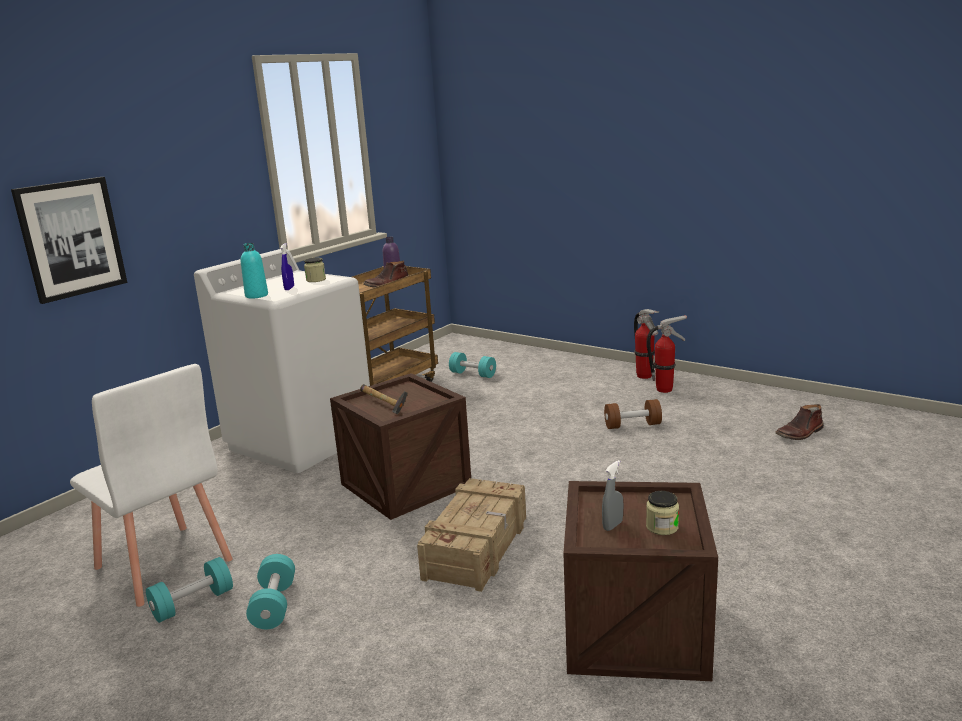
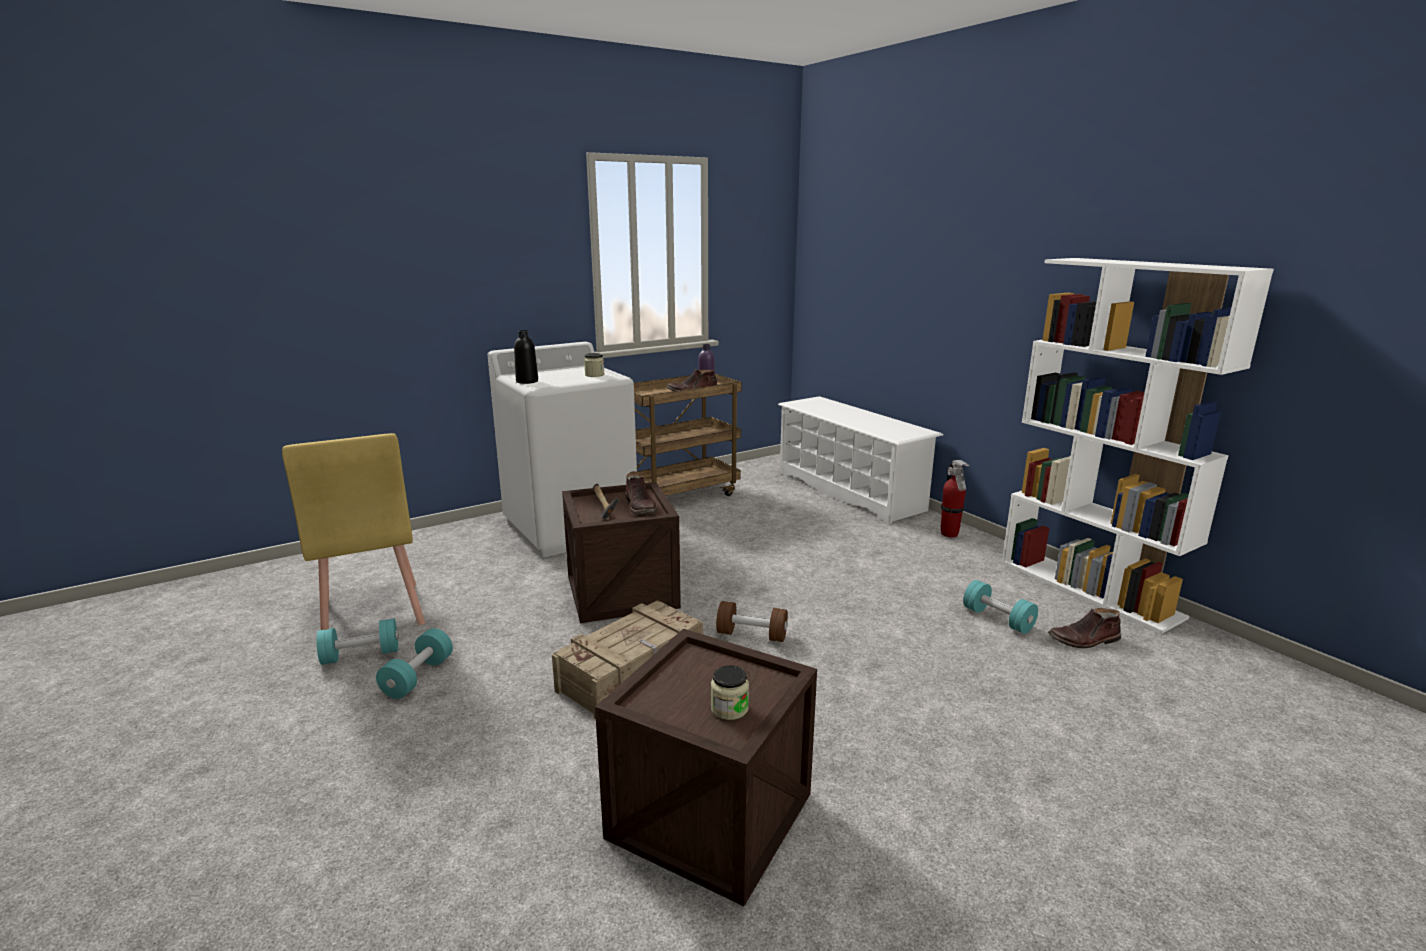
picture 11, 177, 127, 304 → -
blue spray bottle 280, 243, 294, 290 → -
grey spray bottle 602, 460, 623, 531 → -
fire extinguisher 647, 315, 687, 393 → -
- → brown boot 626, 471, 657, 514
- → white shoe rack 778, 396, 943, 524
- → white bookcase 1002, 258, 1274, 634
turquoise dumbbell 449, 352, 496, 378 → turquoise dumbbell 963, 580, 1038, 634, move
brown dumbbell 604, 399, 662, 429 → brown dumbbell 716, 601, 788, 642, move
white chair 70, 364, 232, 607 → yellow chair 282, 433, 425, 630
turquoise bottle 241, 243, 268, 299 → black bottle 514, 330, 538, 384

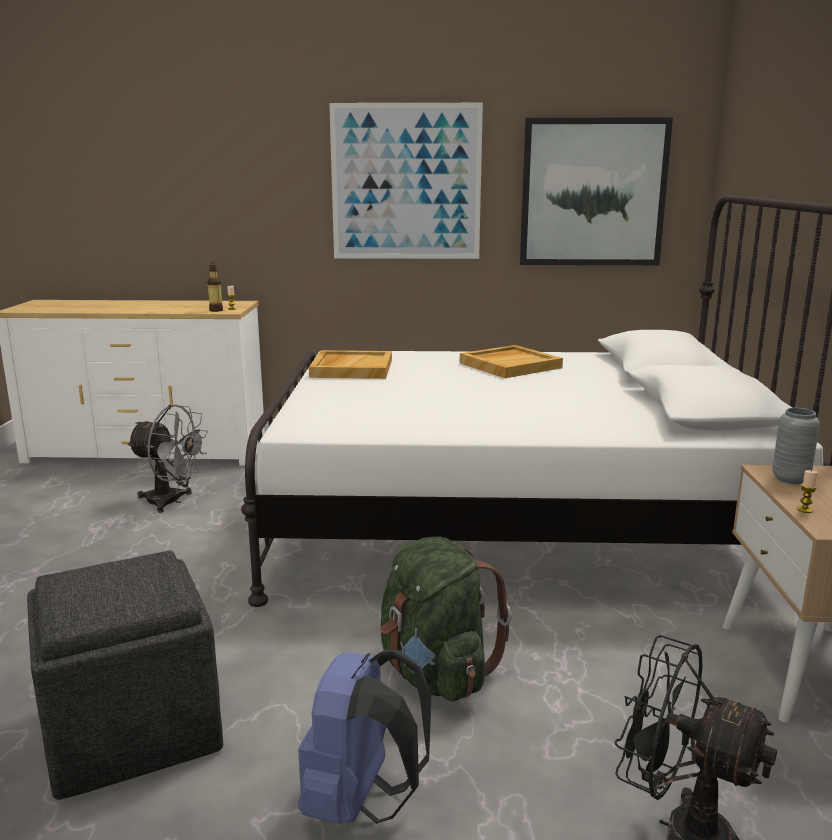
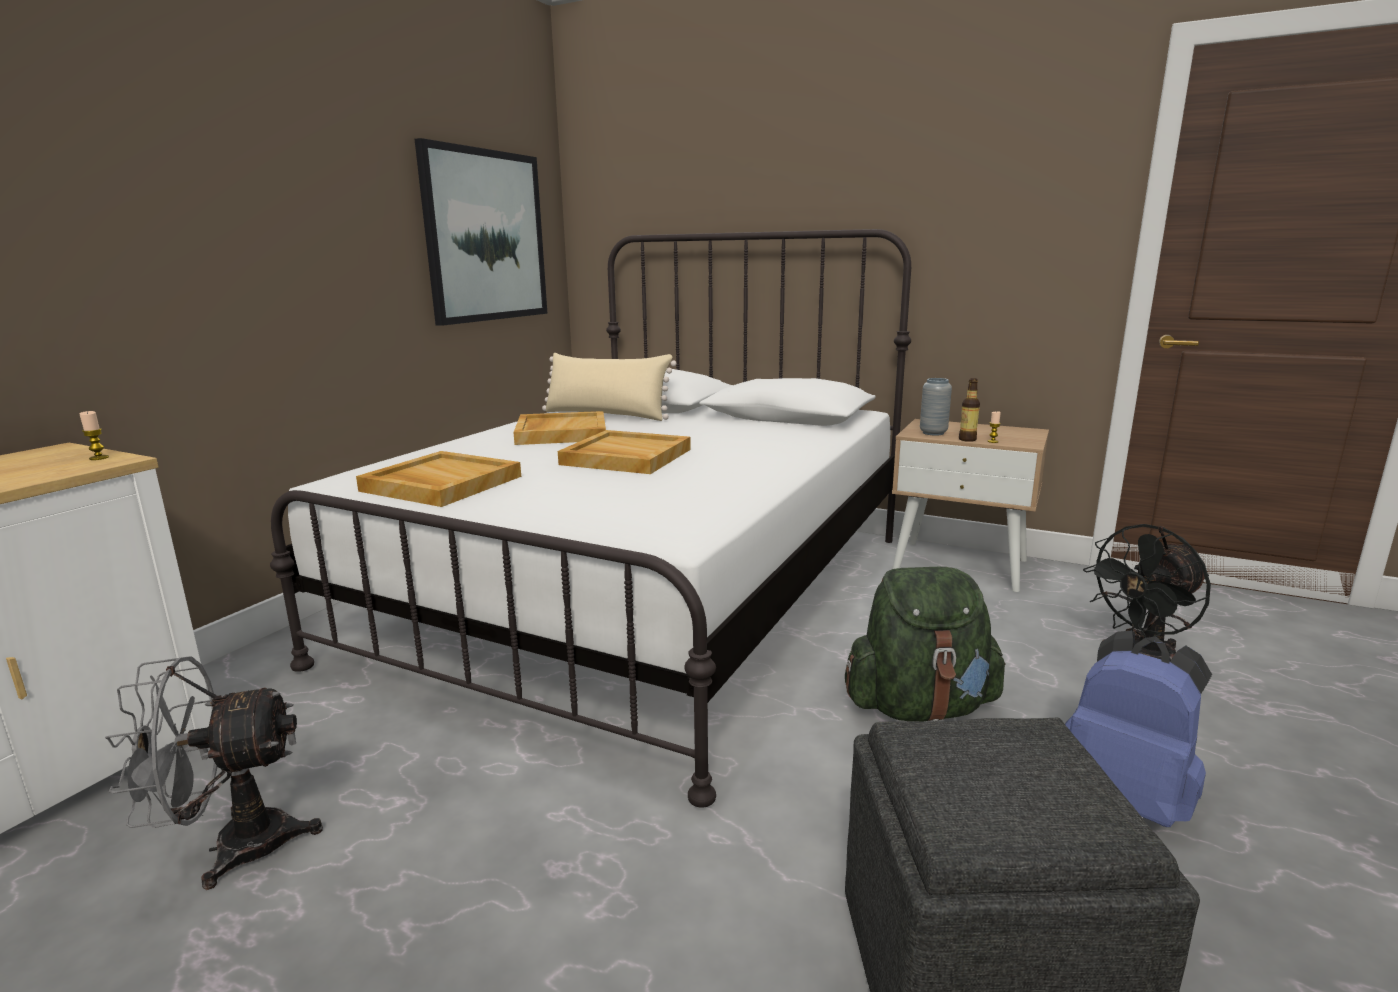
picture 329, 103, 483, 259 → -
- → beige pillow 542, 353, 677, 421
- → beige tray 558, 430, 691, 474
bottle 208, 263, 223, 312 → bottle 959, 378, 980, 442, move
grey fan 127, 405, 208, 513 → grey fan 105, 657, 323, 890, 150 degrees counterclockwise

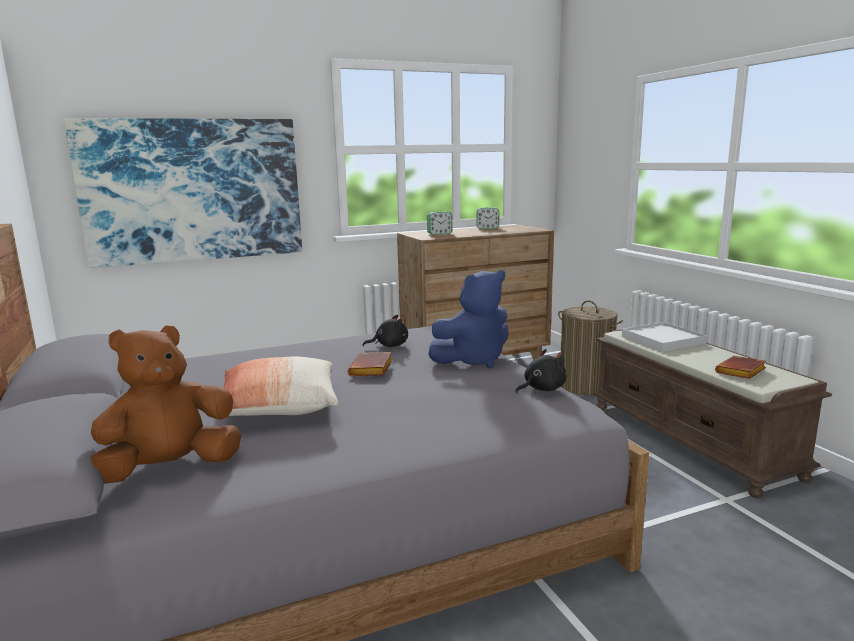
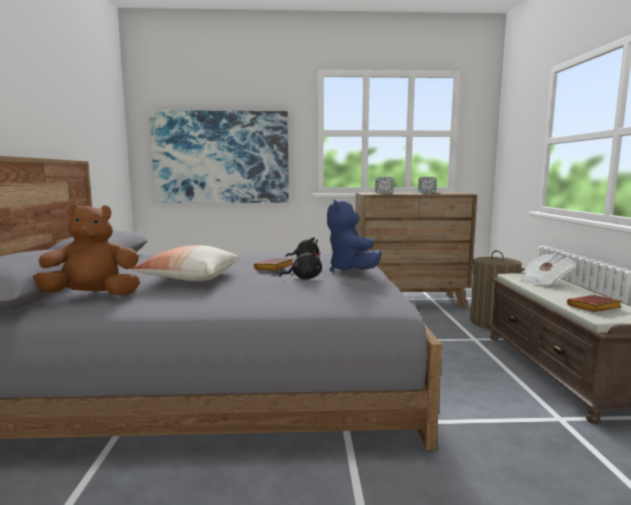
black plush toy 516, 349, 566, 393 → black plush toy 279, 250, 322, 279, move
white tray 622, 322, 707, 352 → newspaper 520, 253, 575, 285
blue plush toy 428, 270, 509, 368 → blue plush toy 327, 199, 381, 272, 90 degrees clockwise

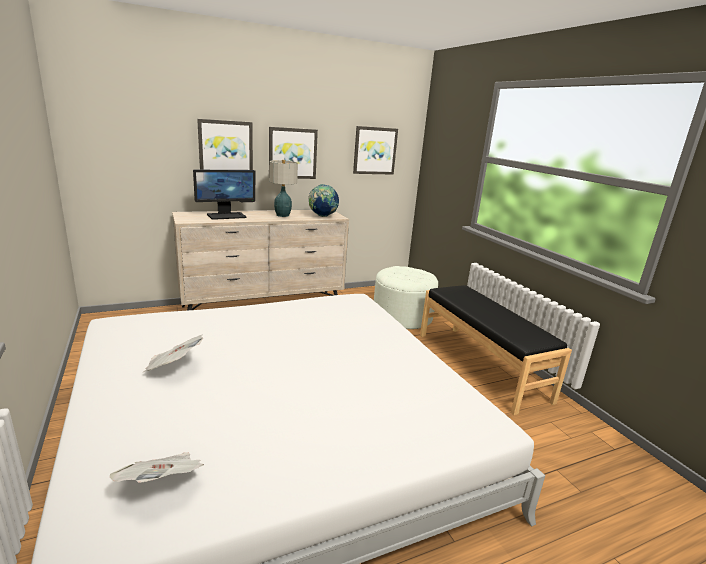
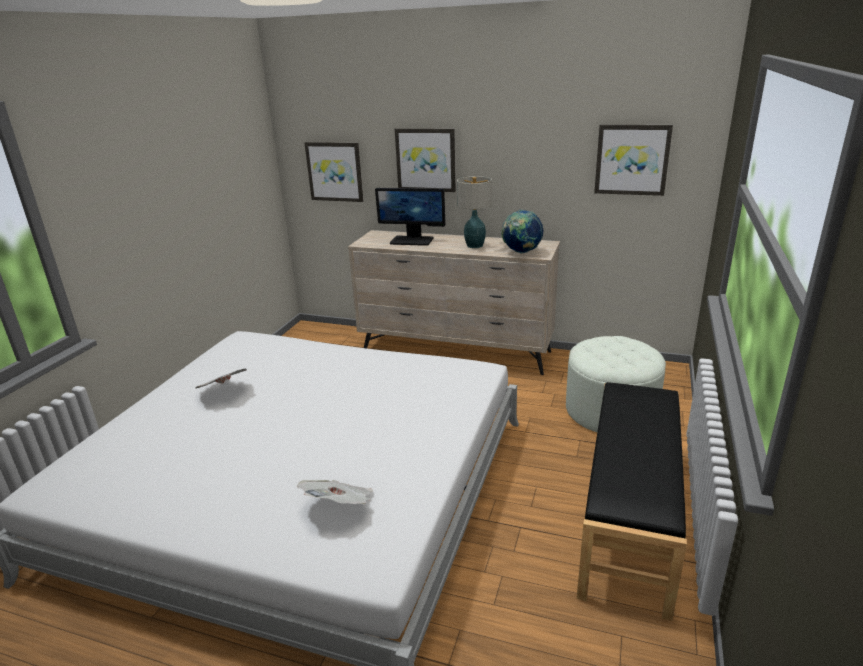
newspaper 109, 453, 204, 483 → newspaper 297, 480, 373, 504, move
picture 269, 127, 318, 179 → picture 304, 142, 363, 202, move

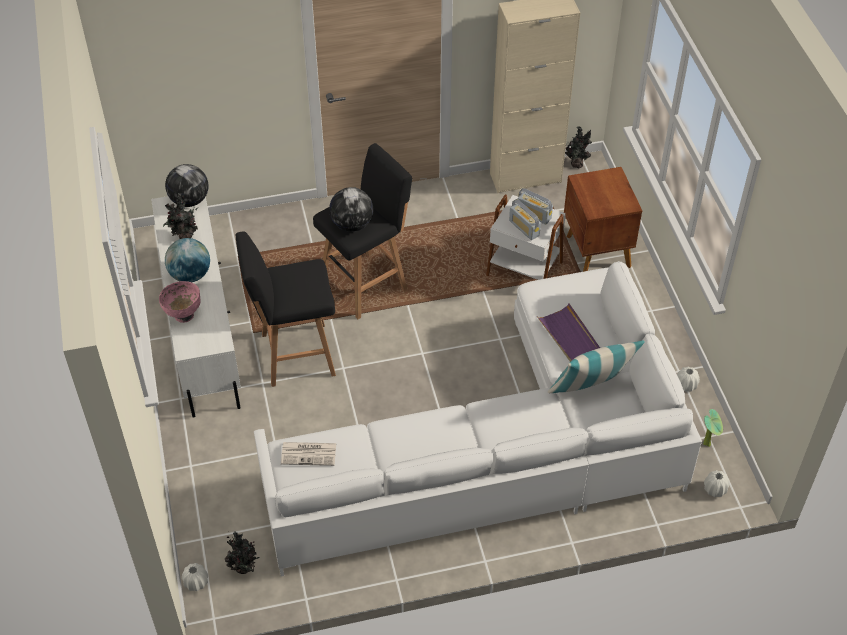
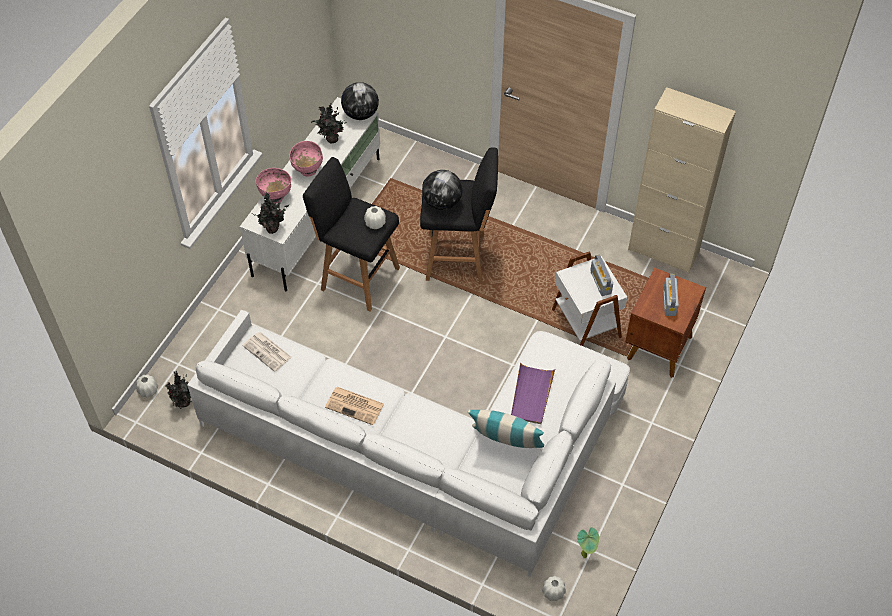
- → newspaper 325, 387, 384, 425
radio 509, 199, 541, 240 → radio 663, 274, 679, 316, move
potted plant 565, 126, 592, 168 → potted plant 252, 193, 289, 234, move
white vase 677, 367, 700, 392 → white vase 364, 206, 386, 229, move
globe 165, 238, 210, 282 → pink bowl 289, 141, 323, 177

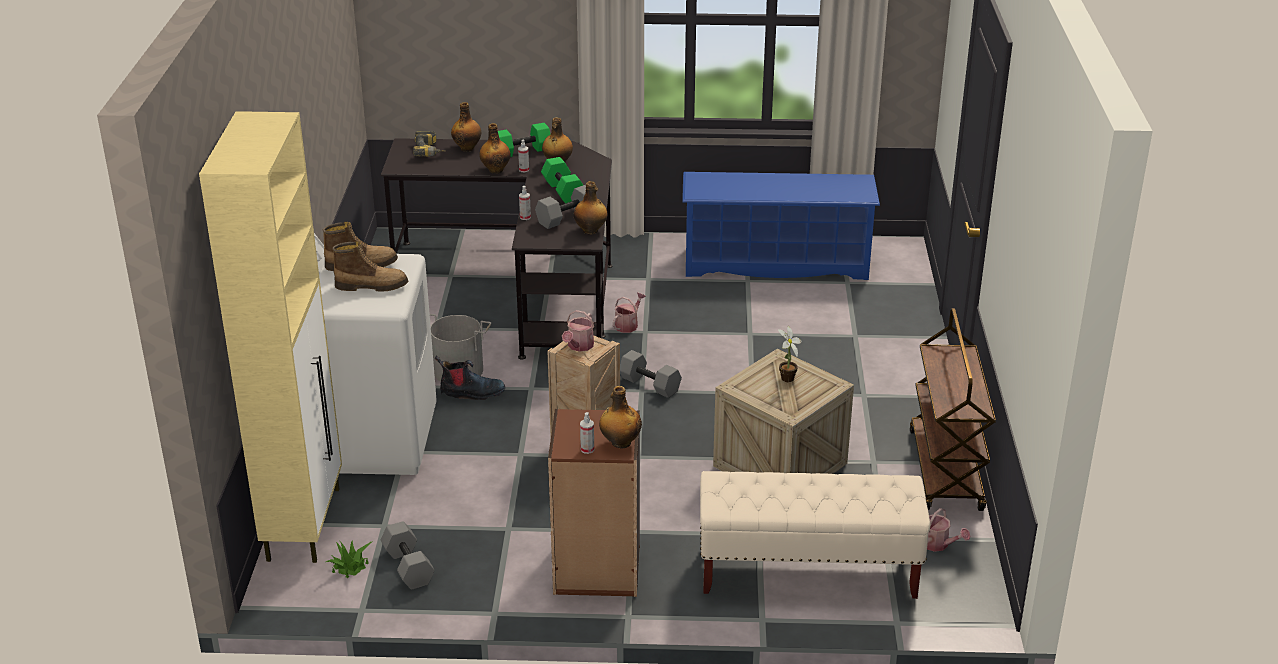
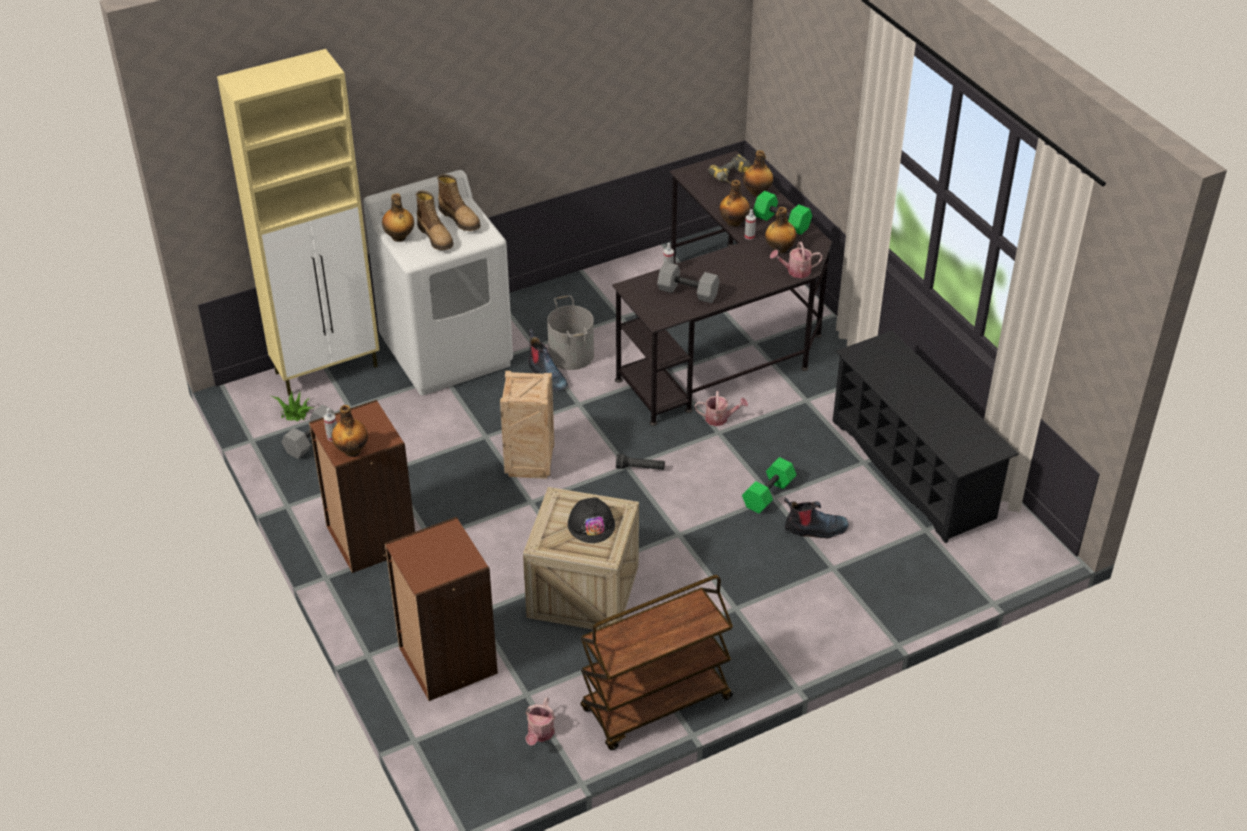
- → boot 784, 497, 849, 538
green dumbbell 541, 157, 583, 203 → green dumbbell 742, 457, 797, 514, move
watering can 562, 310, 594, 352 → watering can 770, 242, 823, 278, move
bottle 573, 181, 607, 234 → bottle 382, 193, 414, 242, move
grey dumbbell 620, 350, 682, 398 → black flashlight 616, 454, 665, 470
beige bench 700, 471, 930, 599 → brown bookcase 385, 517, 498, 701
potted plant 778, 325, 802, 382 → black hard hat 568, 497, 615, 543
blue shoe rack 682, 172, 880, 280 → black shoe rack 833, 331, 1019, 543

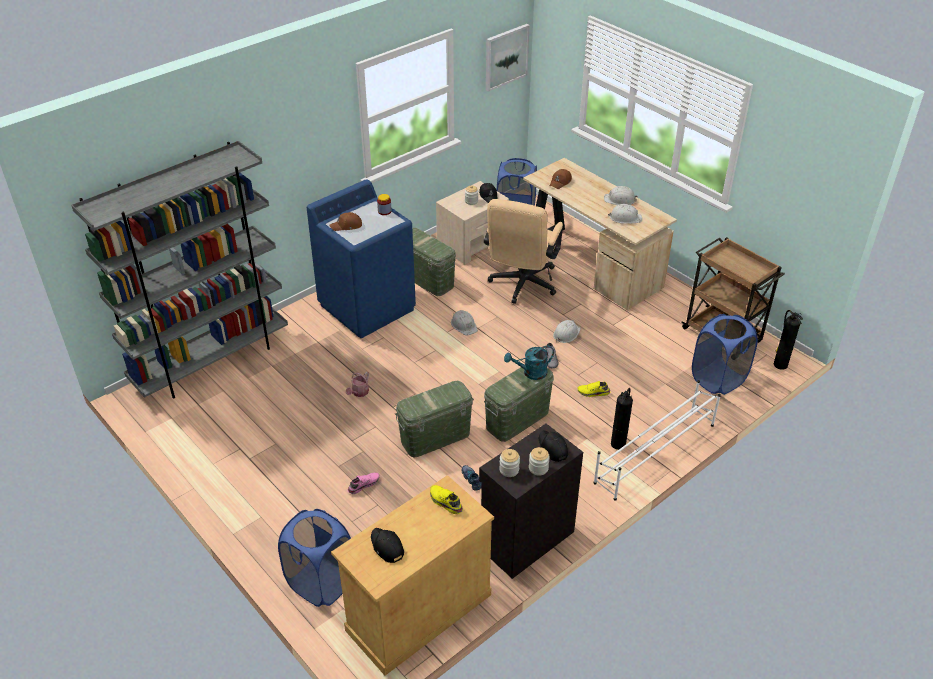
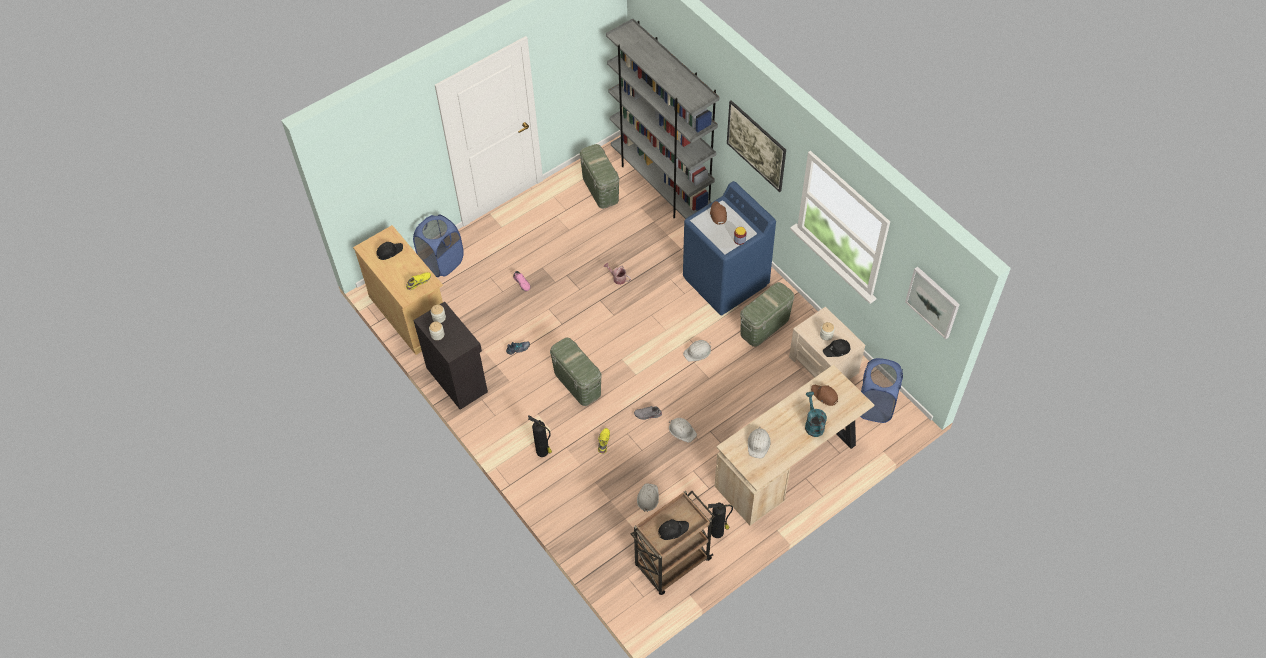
beige office chair 484, 199, 563, 304 → -
white shoe rack 594, 380, 721, 501 → -
blue laundry basket 692, 314, 758, 395 → -
- → picture 727, 100, 786, 192
green storage box 395, 381, 474, 458 → green storage box 579, 144, 620, 209, move
turquoise watering can 504, 346, 554, 380 → turquoise watering can 805, 392, 827, 437, move
black cap 539, 431, 568, 462 → black cap 658, 519, 689, 540, move
white hard hat 604, 186, 638, 205 → white hard hat 637, 484, 659, 512, move
fire extinguisher 774, 310, 803, 370 → fire extinguisher 708, 502, 733, 538, move

